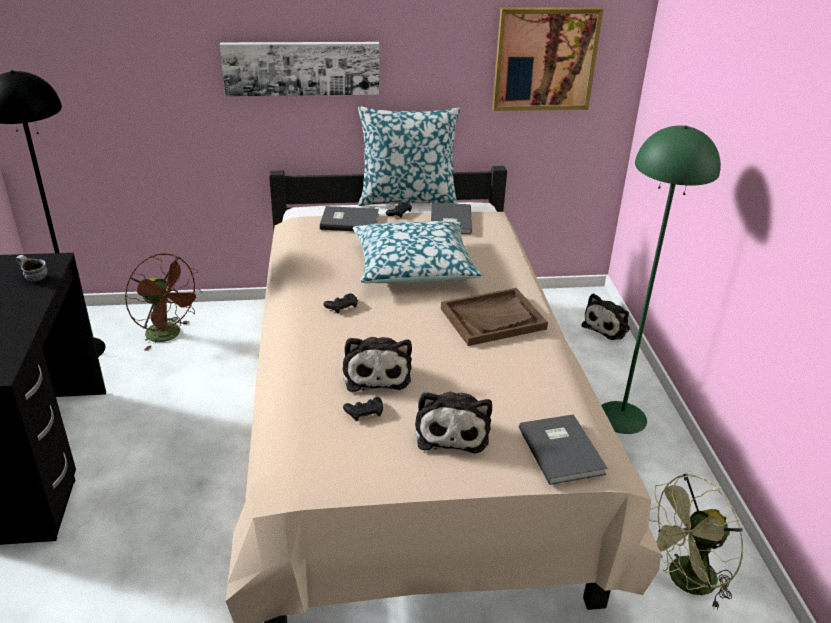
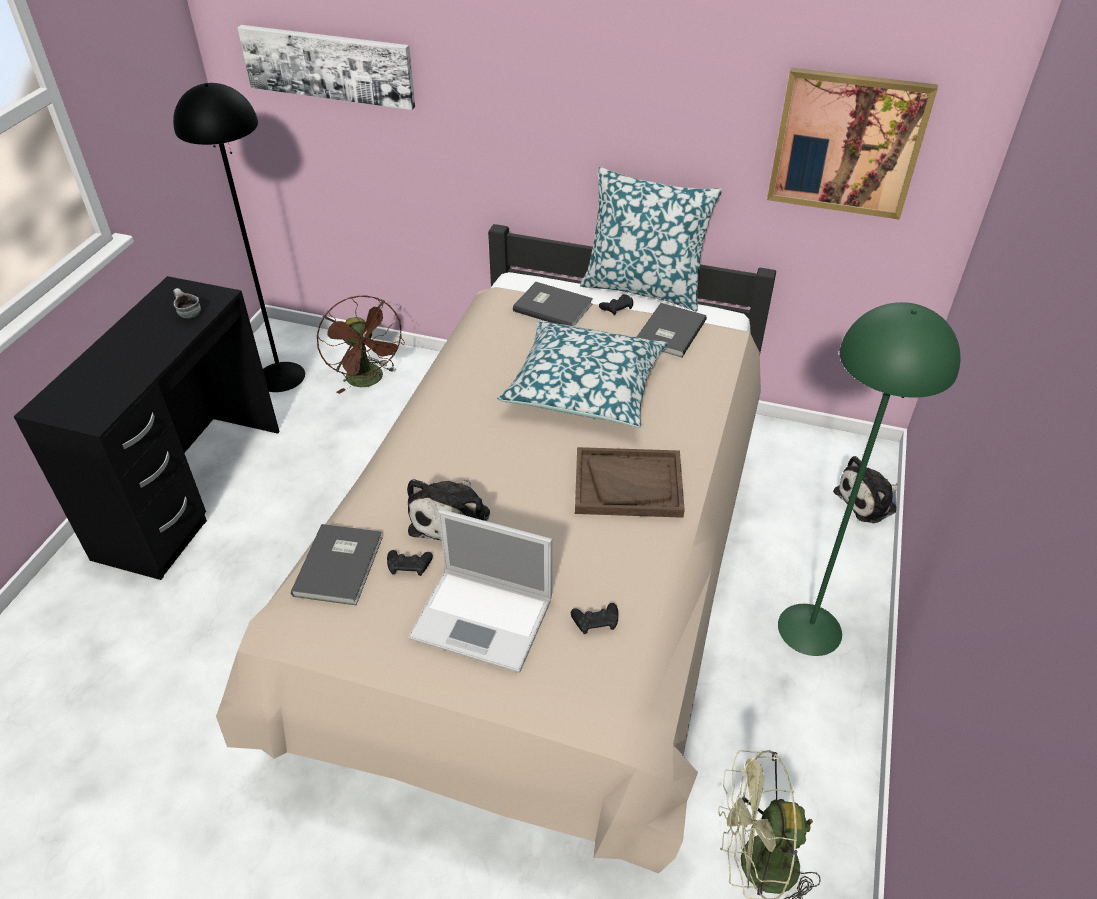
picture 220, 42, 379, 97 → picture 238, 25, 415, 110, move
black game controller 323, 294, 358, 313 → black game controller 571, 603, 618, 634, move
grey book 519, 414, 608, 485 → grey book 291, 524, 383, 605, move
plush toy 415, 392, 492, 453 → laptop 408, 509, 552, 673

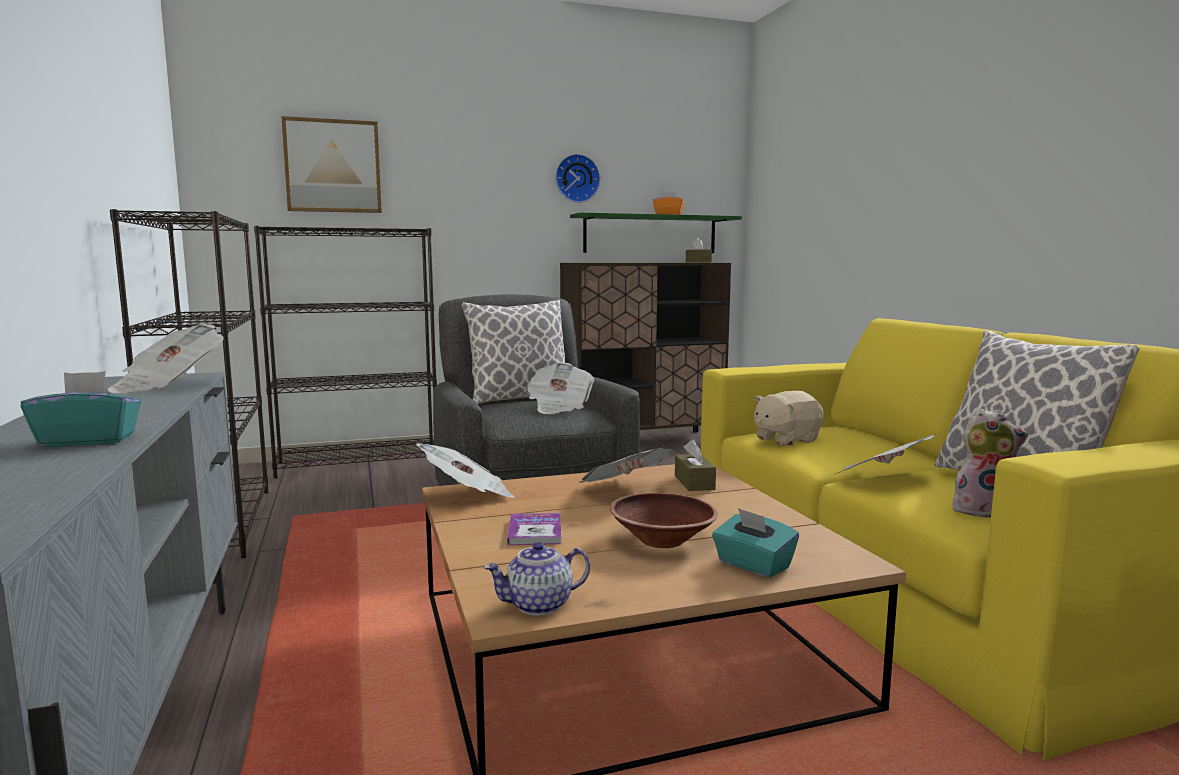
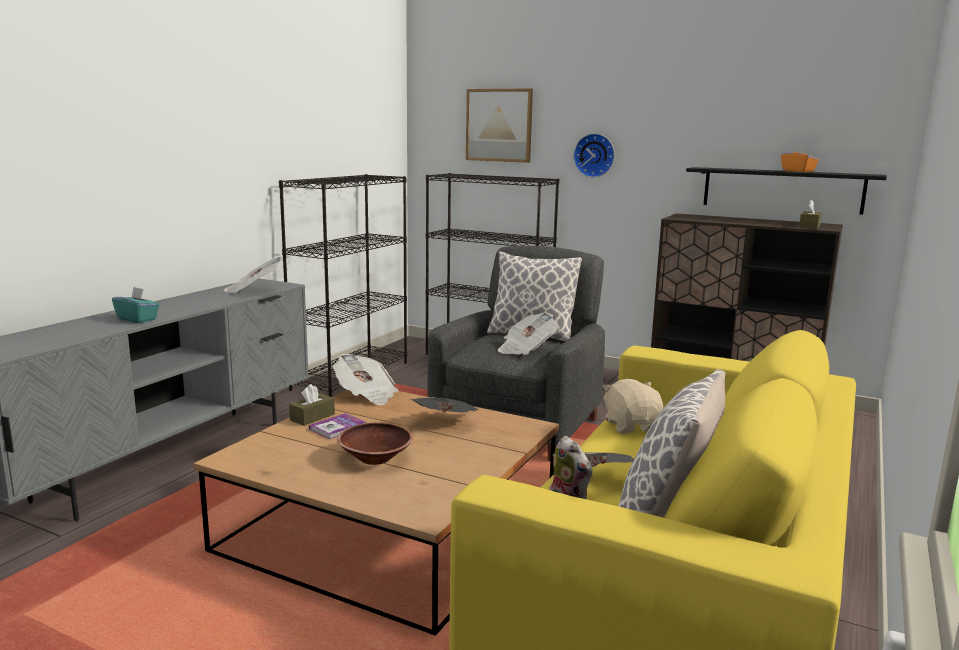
teapot 483, 542, 590, 615 → -
turquoise tissue box 712, 508, 799, 578 → -
wall clock 555, 154, 600, 203 → wall clock 573, 133, 615, 178, move
brown tissue box 675, 439, 716, 491 → brown tissue box 289, 384, 335, 426, move
green shelf 570, 213, 742, 253 → black shelf 686, 167, 887, 215
beige plush toy 754, 391, 824, 446 → beige plush toy 602, 379, 663, 434, 60 degrees clockwise

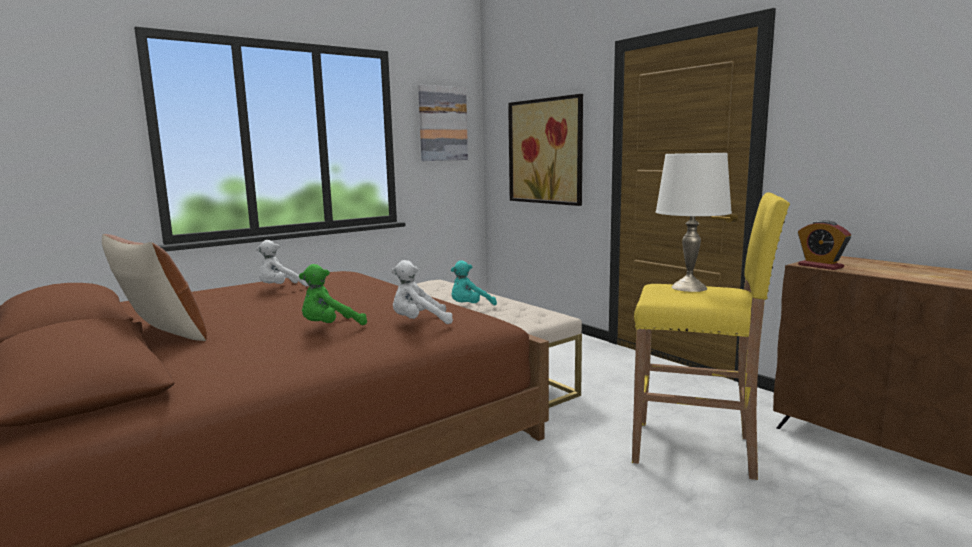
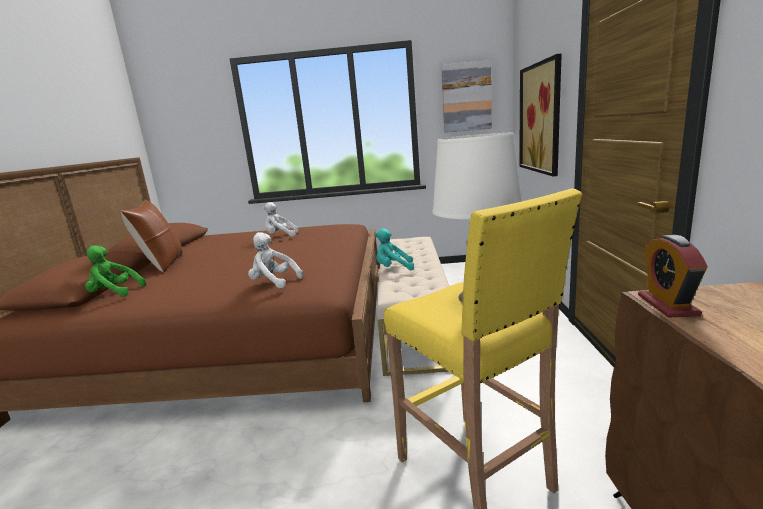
green plush toy 299, 264, 367, 325 → green plush toy 85, 245, 146, 297, move

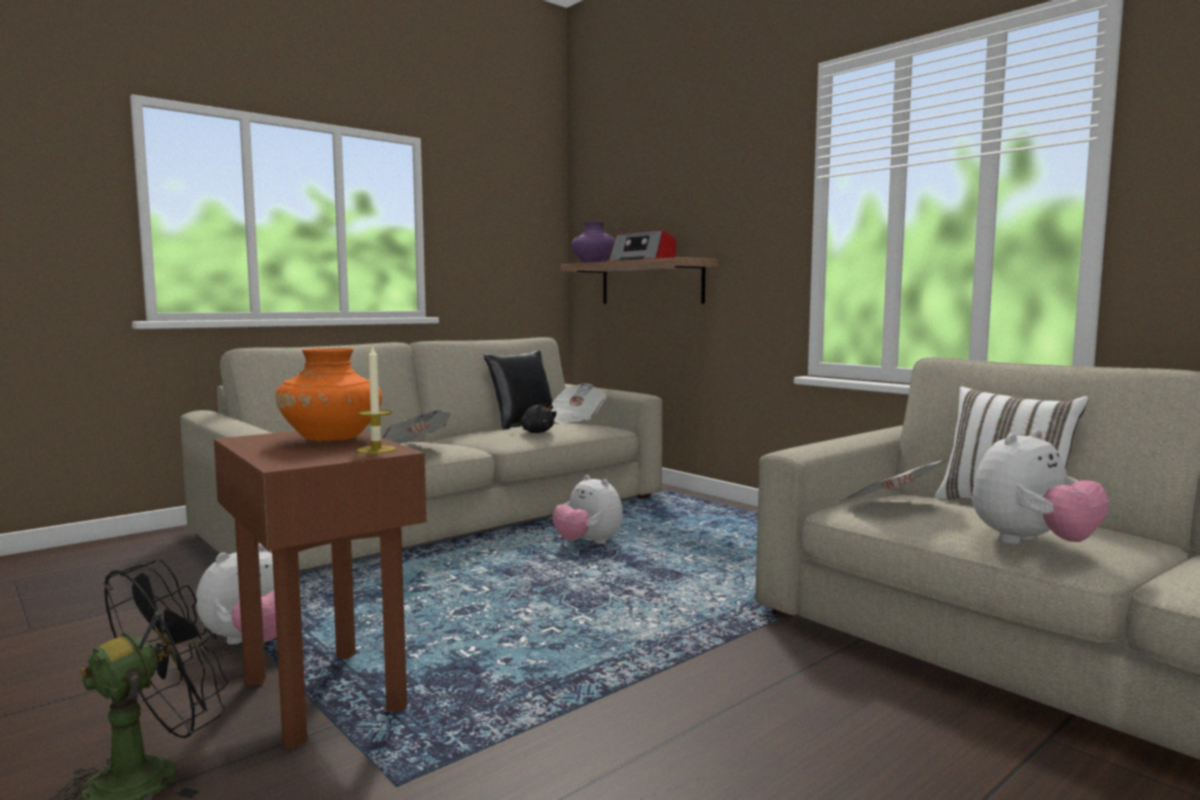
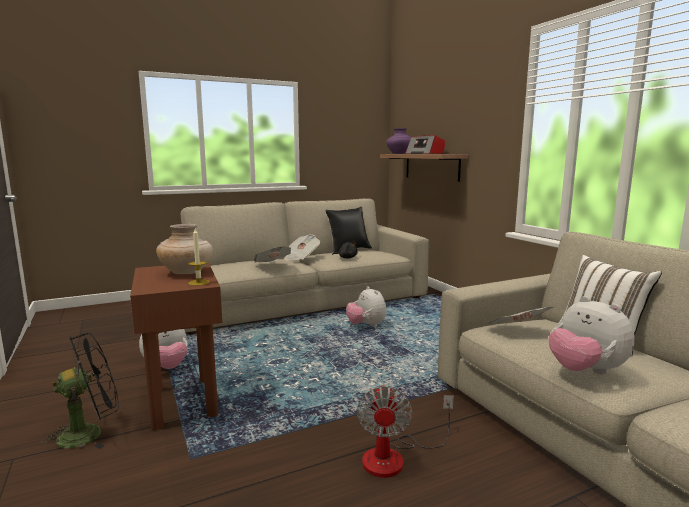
- → fan 357, 384, 454, 478
newspaper 551, 383, 607, 424 → newspaper 284, 234, 320, 261, move
orange vase 275, 348, 382, 441 → beige vase 156, 224, 213, 274
plush toy 972, 429, 1109, 544 → plush toy 549, 296, 635, 375, 75 degrees clockwise

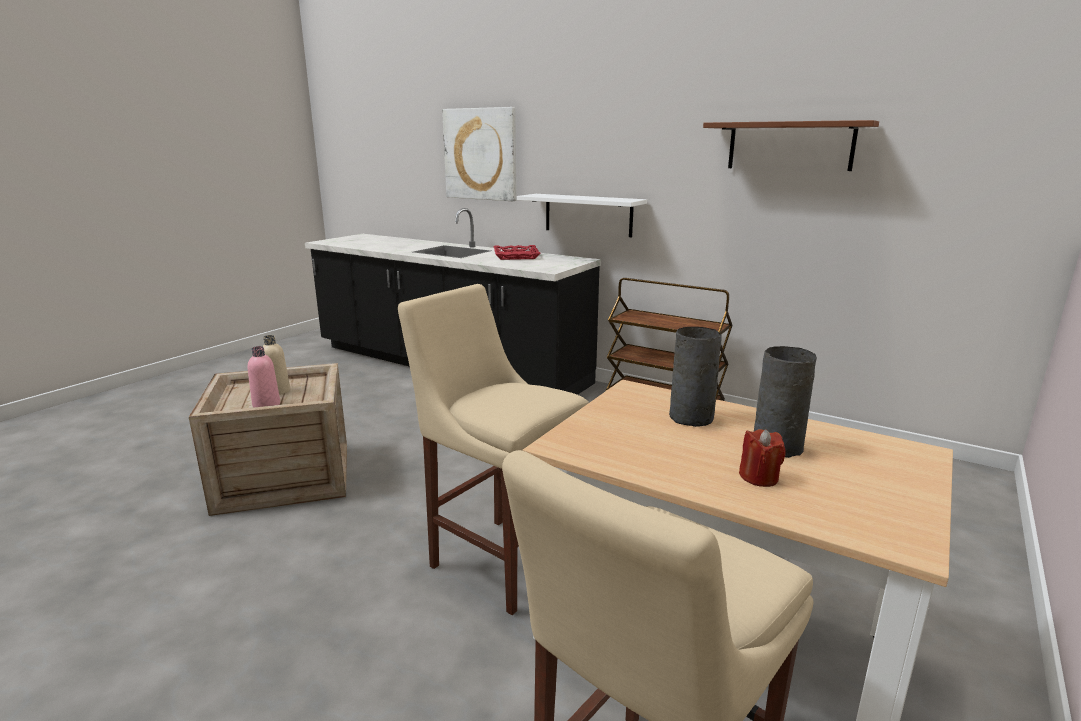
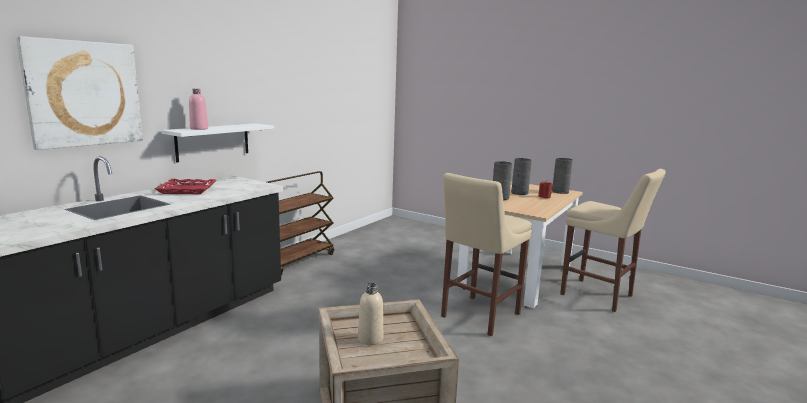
brown shelf 703, 120, 879, 171 → -
- → grey vase 552, 158, 573, 194
pink bottle 248, 346, 280, 408 → pink bottle 189, 89, 208, 130, move

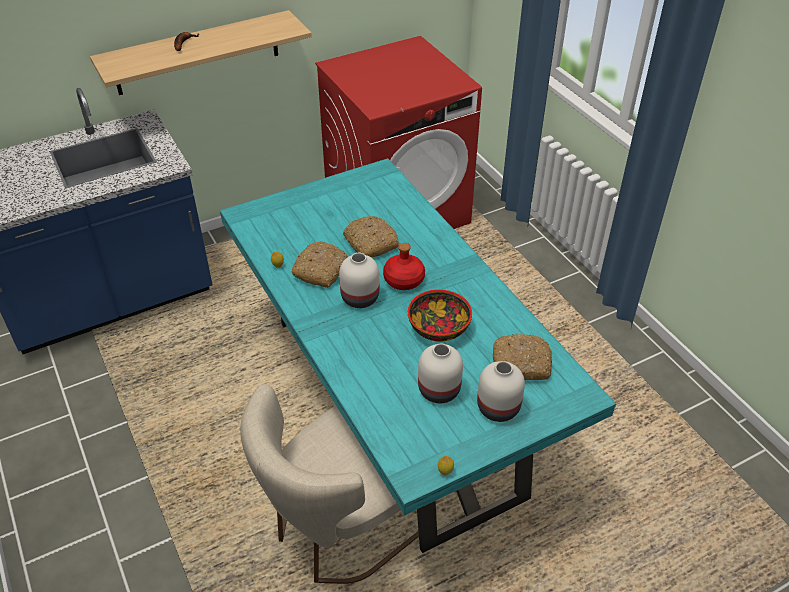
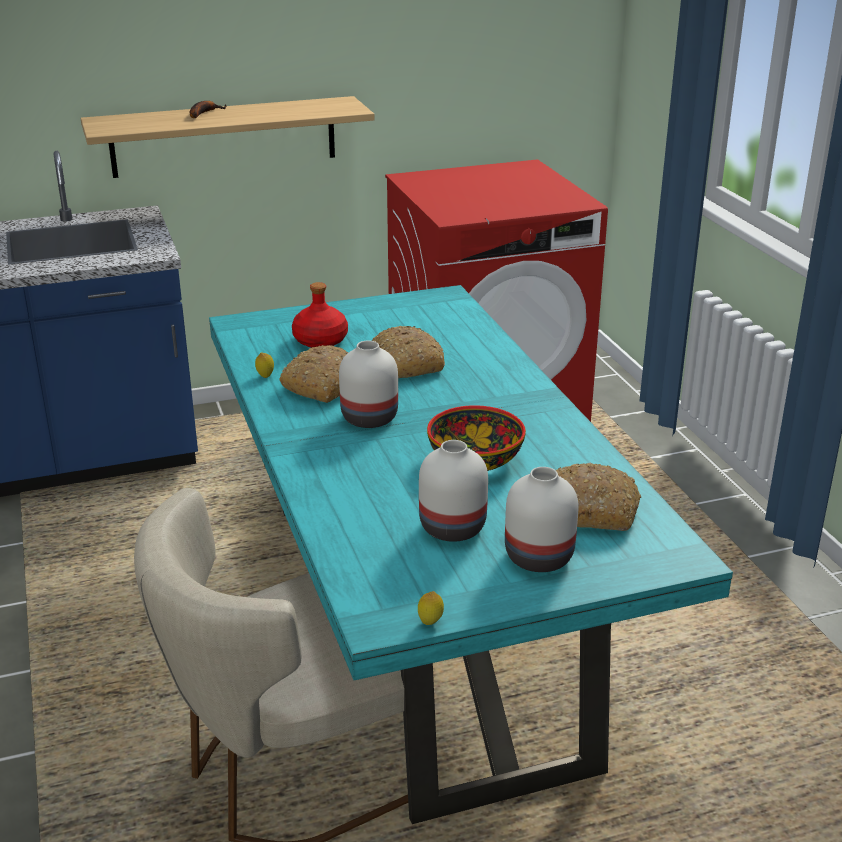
red bottle 383, 243, 425, 290 → red bottle 292, 282, 348, 348, move

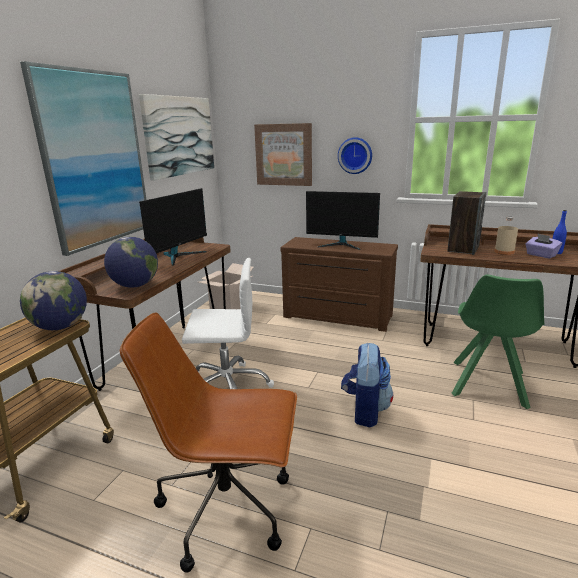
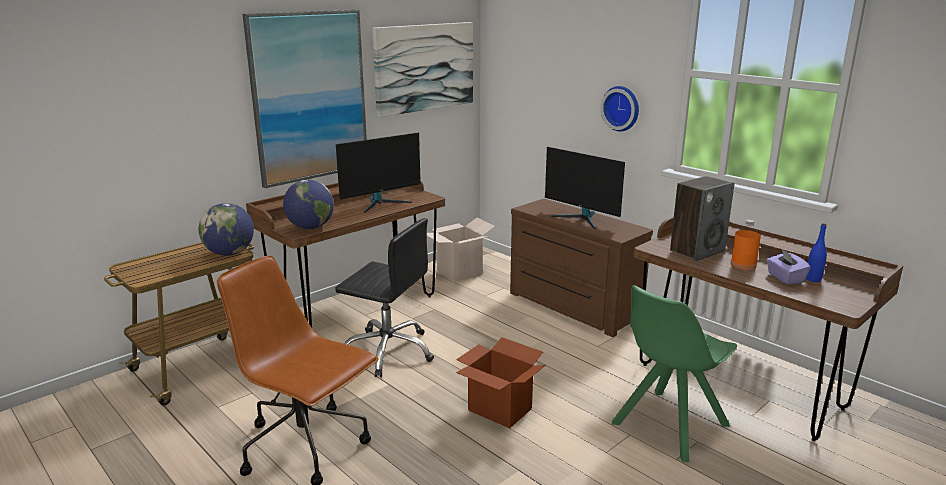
picture 254, 123, 312, 186 → -
backpack 341, 342, 393, 427 → cardboard box 456, 337, 546, 428
white office chair 182, 258, 274, 389 → black office chair 335, 218, 434, 377
beige bottle 494, 217, 518, 255 → orange bottle 730, 220, 761, 270

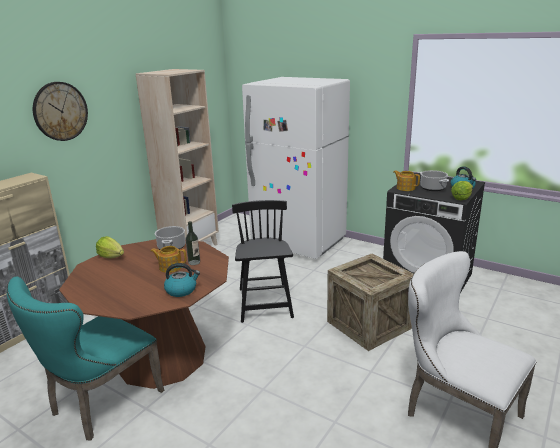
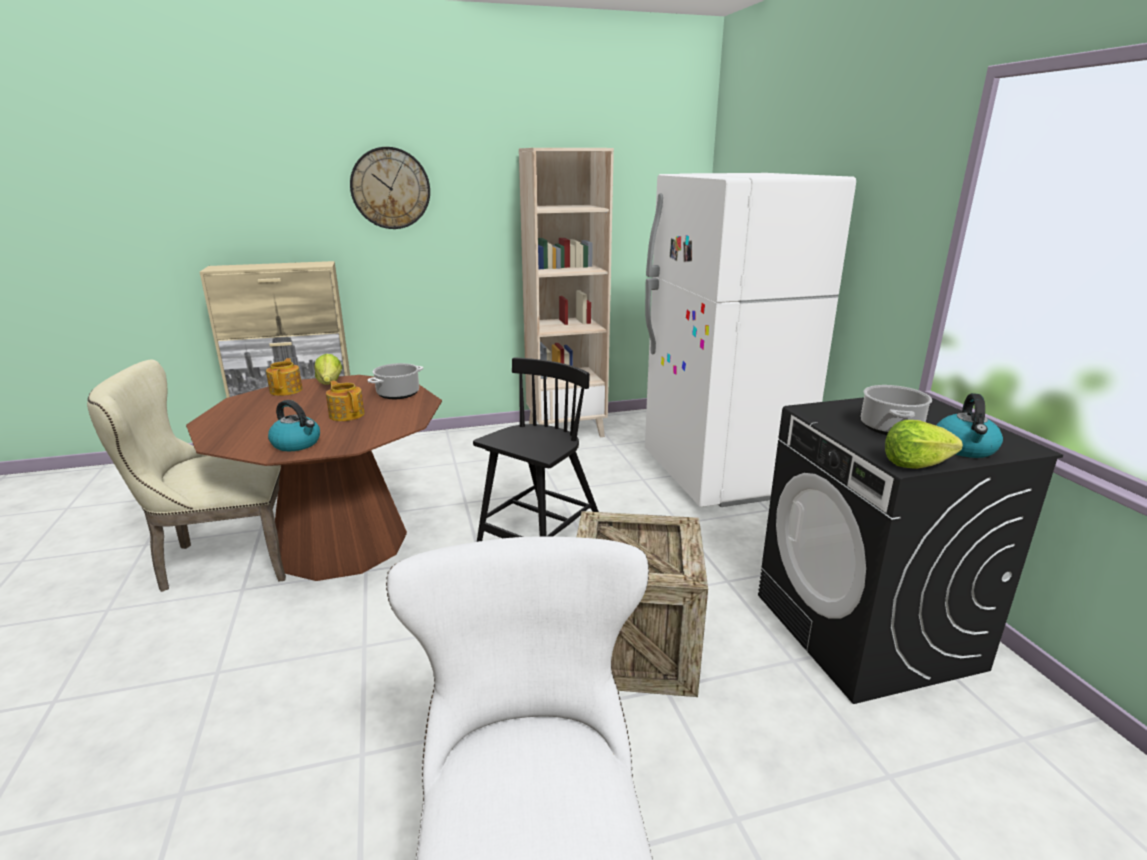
bottle 186, 221, 200, 265 → -
teapot 394, 170, 420, 191 → teapot 266, 358, 303, 396, move
turquoise chair 7, 276, 164, 440 → beige chair 87, 360, 286, 592

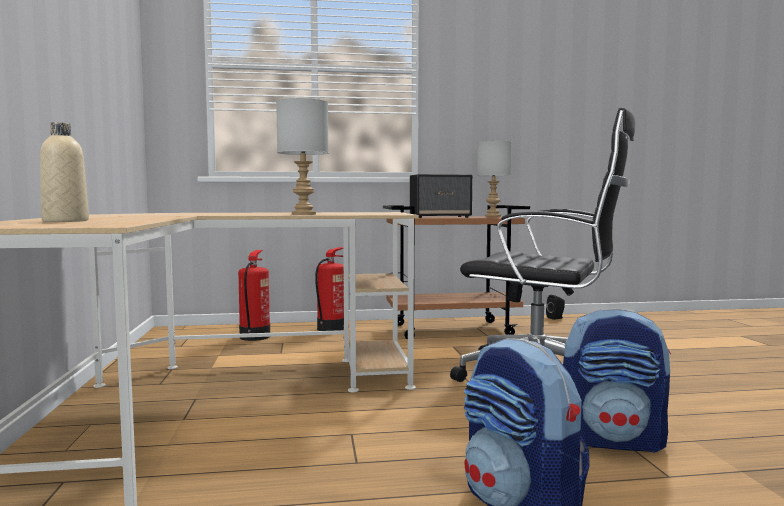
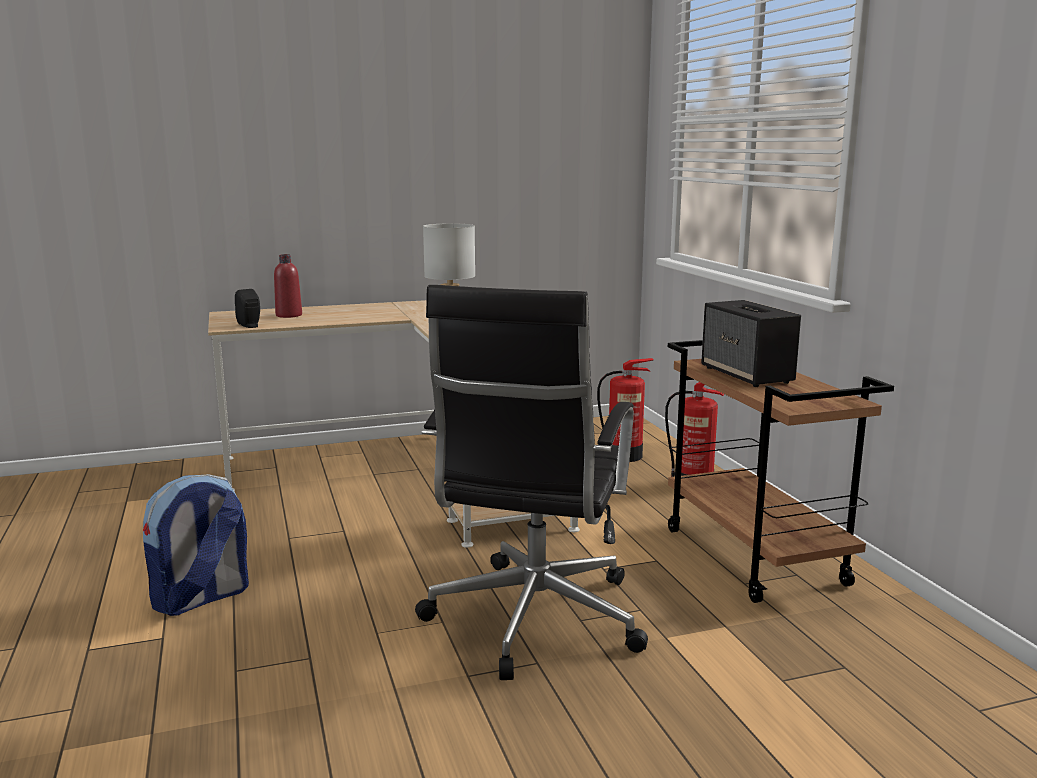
grey table lamp 477, 141, 511, 217 → -
backpack 563, 308, 671, 453 → -
black speaker 546, 295, 565, 320 → black speaker 235, 289, 260, 328, move
beige bottle 40, 122, 89, 222 → red bottle 274, 254, 302, 318

